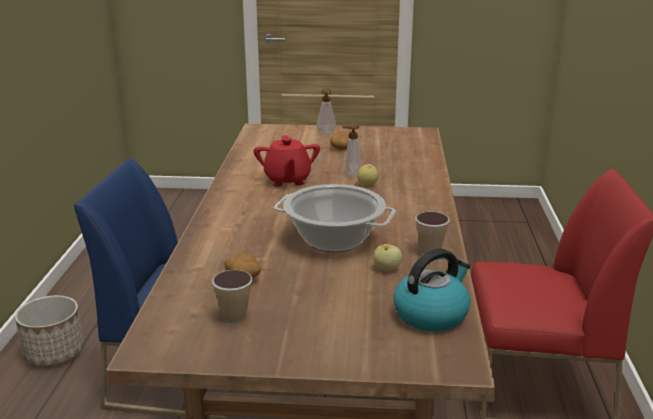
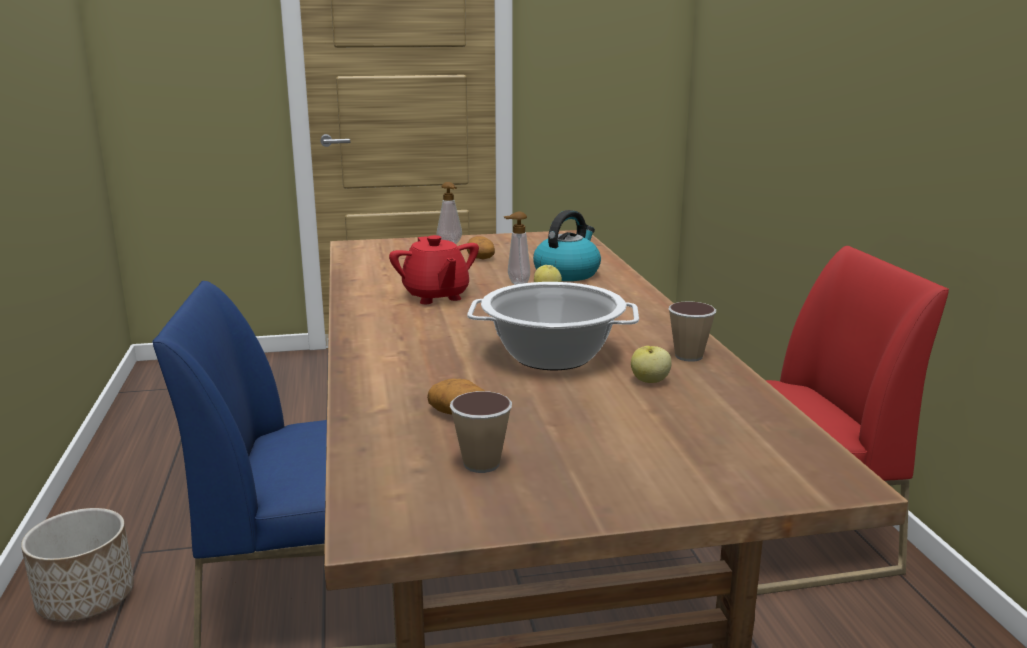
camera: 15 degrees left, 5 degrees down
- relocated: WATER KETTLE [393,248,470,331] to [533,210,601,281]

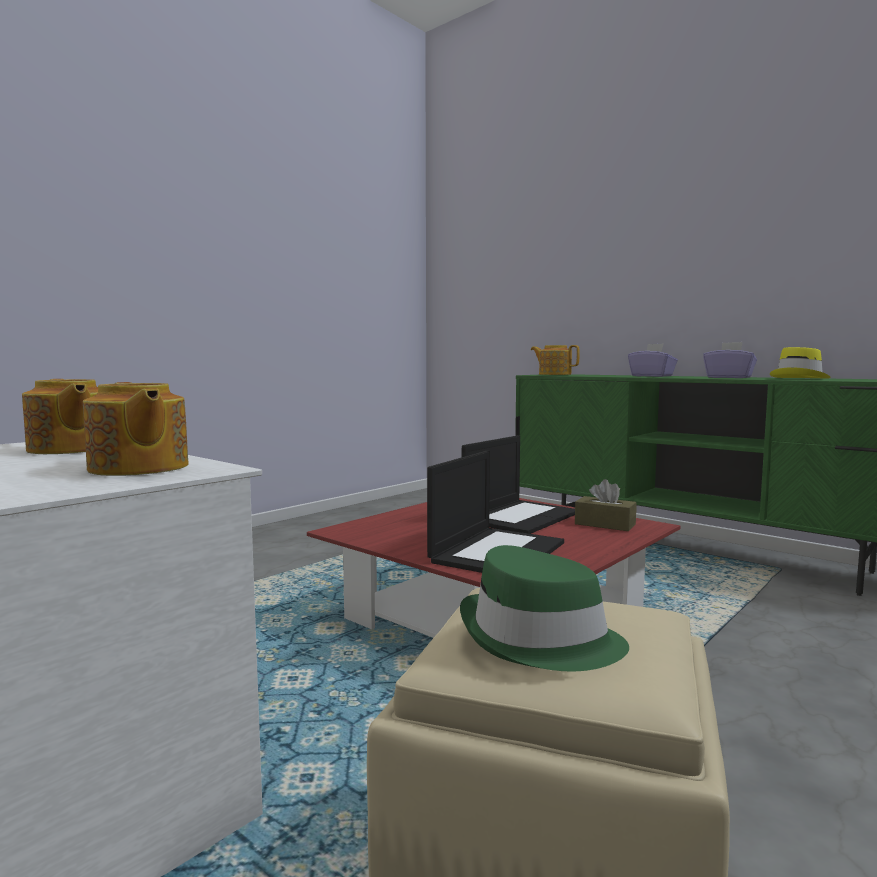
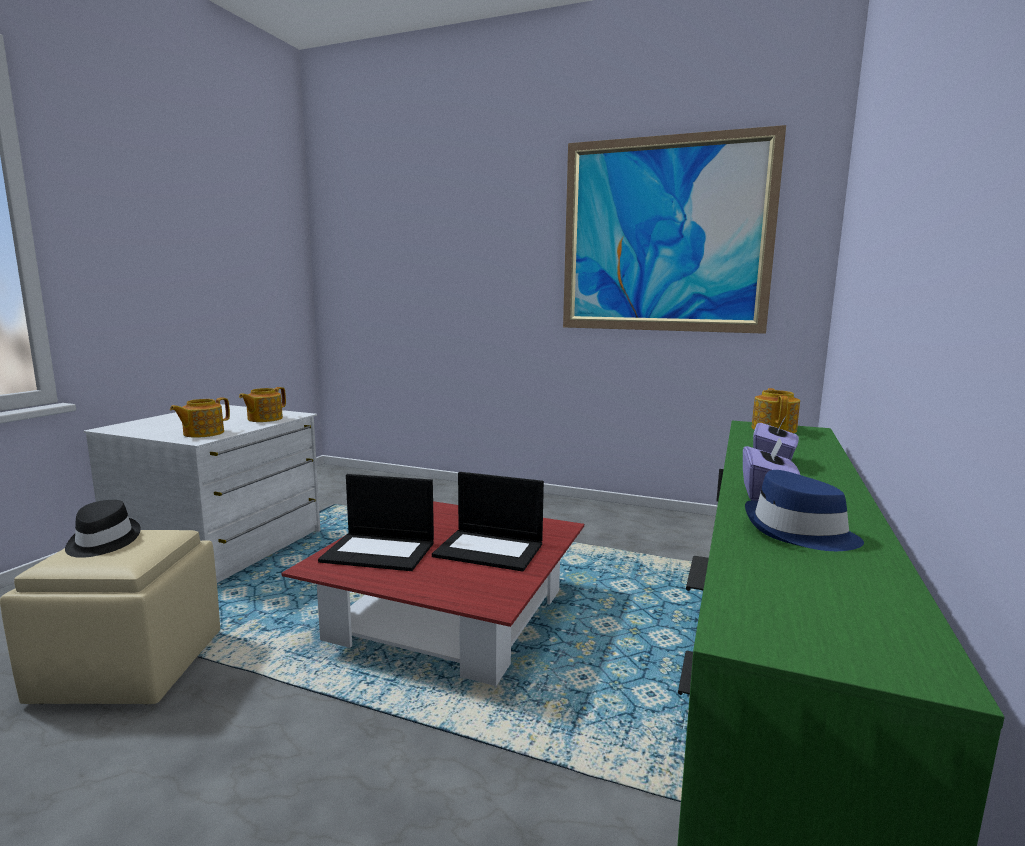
camera: 70 degrees right, 5 degrees up
- colour: GREEN-COLOURED CLOTHING HAT [460,545,629,671] to BLACKISH CLOTHING HAT [65,500,141,558]
- appeared: WALL ART [563,125,786,334]
- colour: YELLOW-COLOURED CLOTHING HAT [770,347,831,379] to BLUE CLOTHING HAT [745,470,864,551]
- missing: BROWNISH TISSUE HOLDER [575,479,637,531]

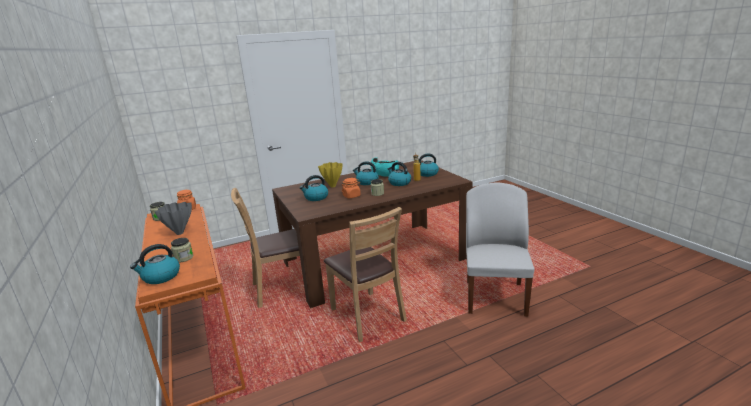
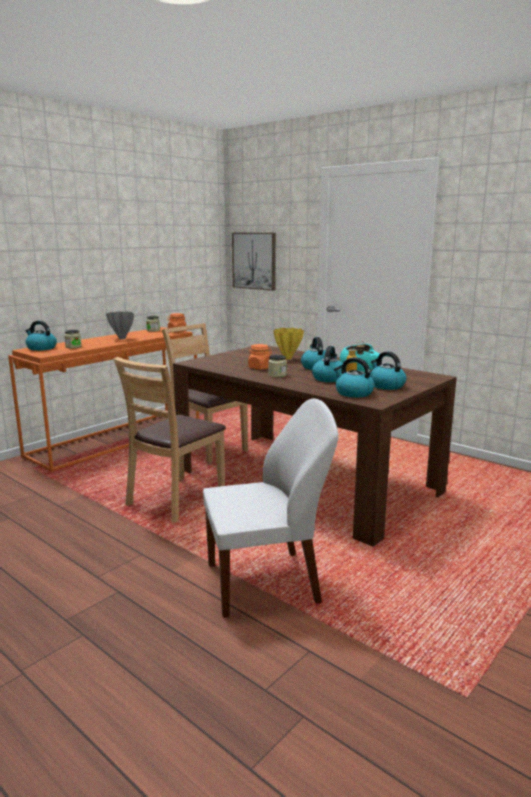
camera: 65 degrees right, 5 degrees down
- appeared: WALL ART [232,233,276,291]
- relocated: WATER KETTLE [300,175,328,201] to [334,357,375,398]

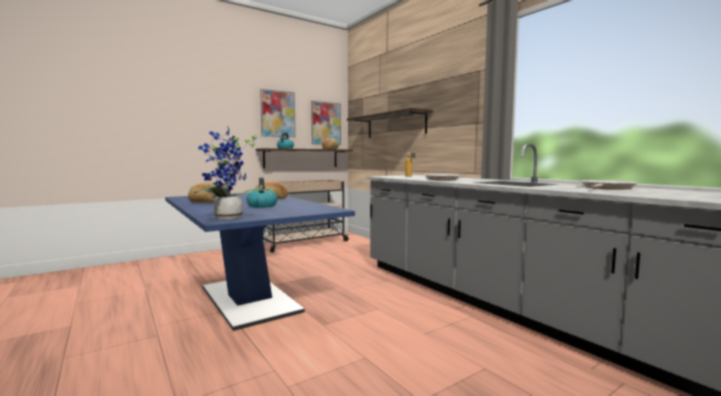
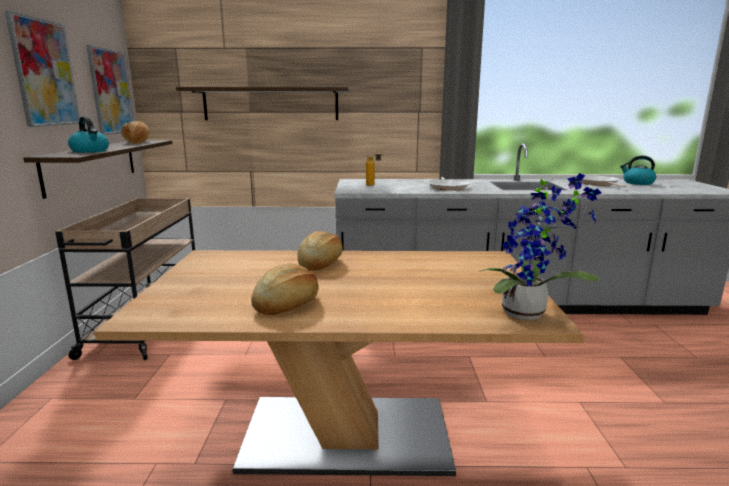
camera: 55 degrees left, 10 degrees up
- colour: BLUE DINING TABLE [165,193,355,331] to BROWNISH DINING TABLE [95,250,585,476]
- relocated: WATER KETTLE [246,177,278,208] to [620,156,656,185]

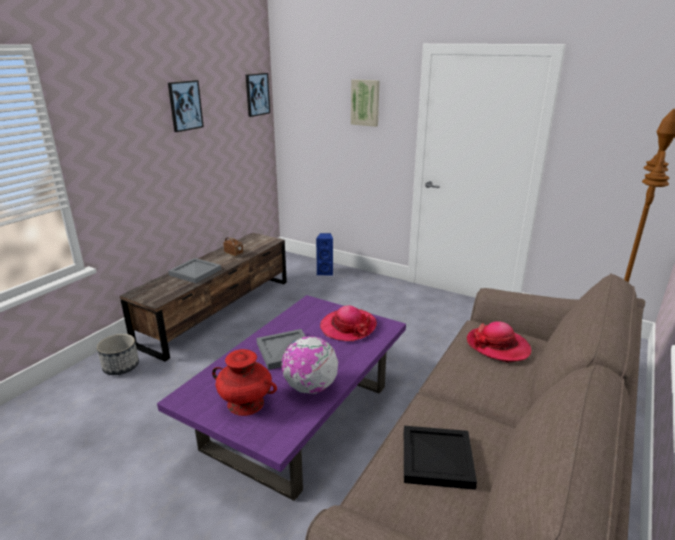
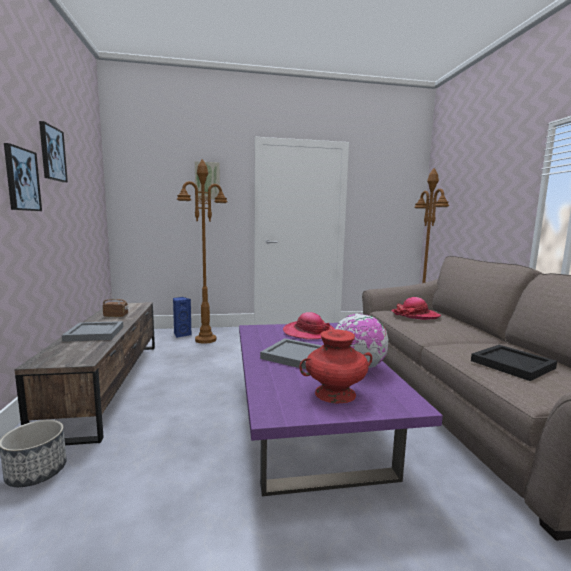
camera: 40 degrees left, 15 degrees down
- relocated: WALL ART [246,73,270,117] to [4,143,42,211]
- appeared: BROWNISH FLOOR LAMP [177,159,228,344]

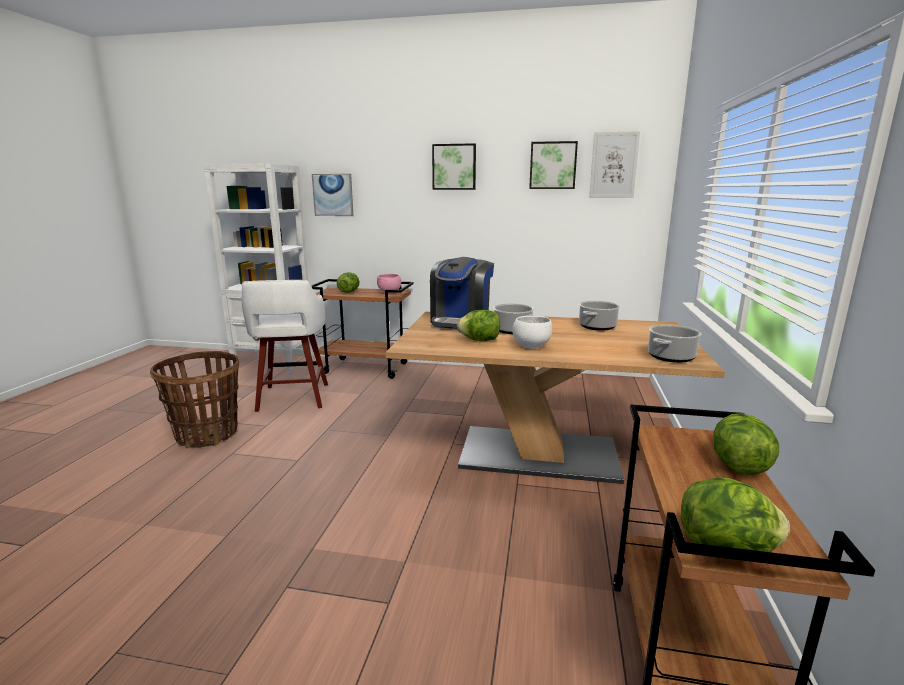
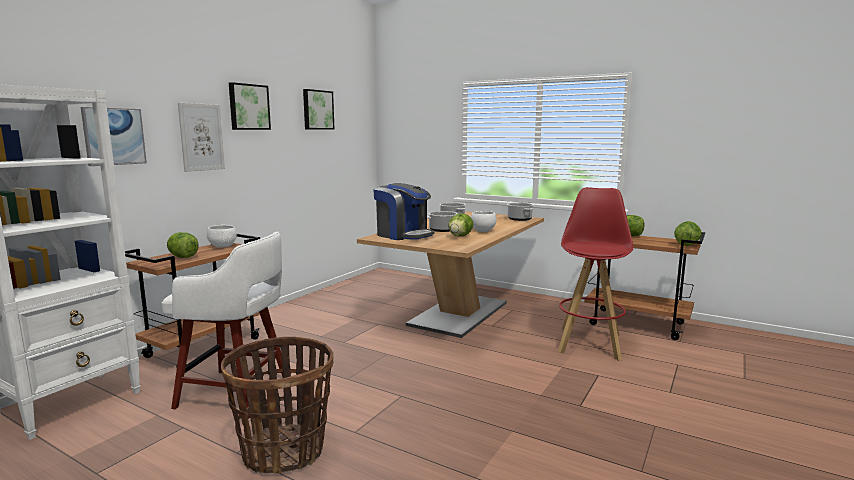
camera: 70 degrees left, 5 degrees down
- relocated: WALL ART [589,131,640,198] to [178,103,225,172]
- colour: PINKISH BOWL [377,274,401,294] to WHITE BOWL [207,225,237,247]
- appeared: REDDISH STOOL SEAT [557,187,633,361]

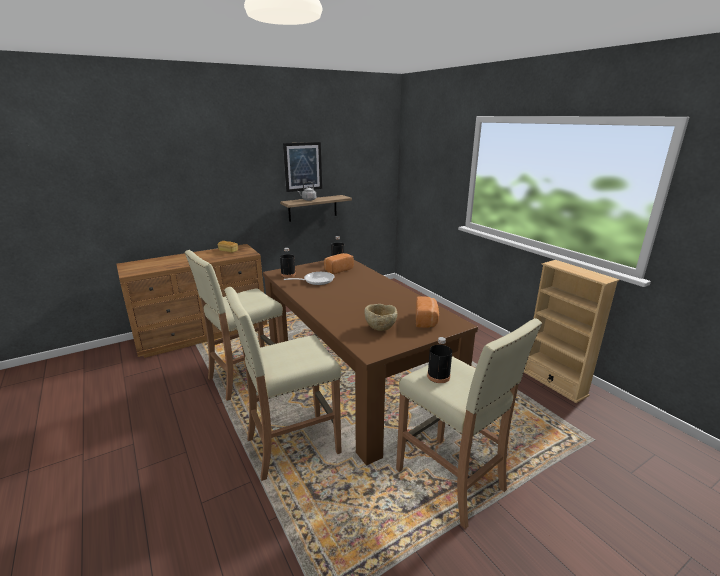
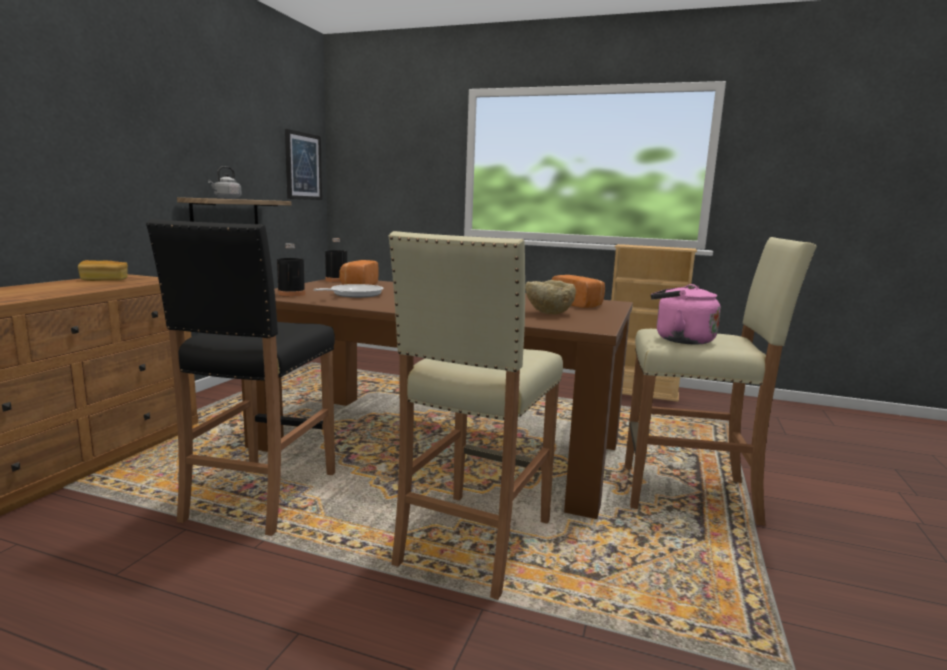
camera: 40 degrees left, 10 degrees down
- colour: BEIGE STOOL SEAT [184,250,284,401] to BLACKISH STOOL SEAT [146,219,335,536]
- relocated: WALL ART [283,142,322,192] to [285,129,322,200]
- exchanged: BLACKISH BOTTLE [427,337,452,383] to PINKISH WATER KETTLE [651,284,721,345]

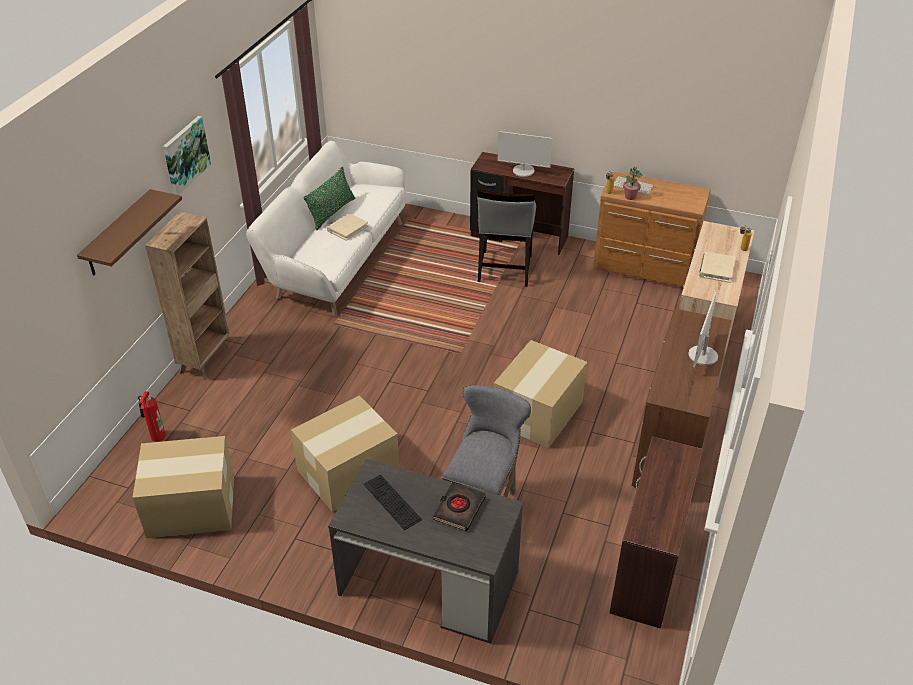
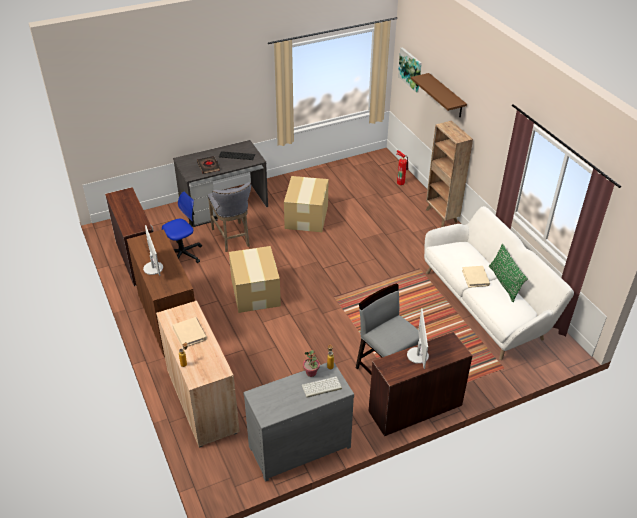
camera: 135 degrees right, 0 degrees up
- appeared: OFFICE CHAIR [162,192,202,263]
- colour: BROWNISH DRESSER [593,171,711,287] to GREYISH DRESSER [243,363,354,482]
- relocated: WALL ART [163,116,211,195] to [398,47,422,93]
- spun: MONITOR [497,131,553,177] = [407,308,429,369] 120 degrees clockwise
- missing: CARTON [132,436,234,538]

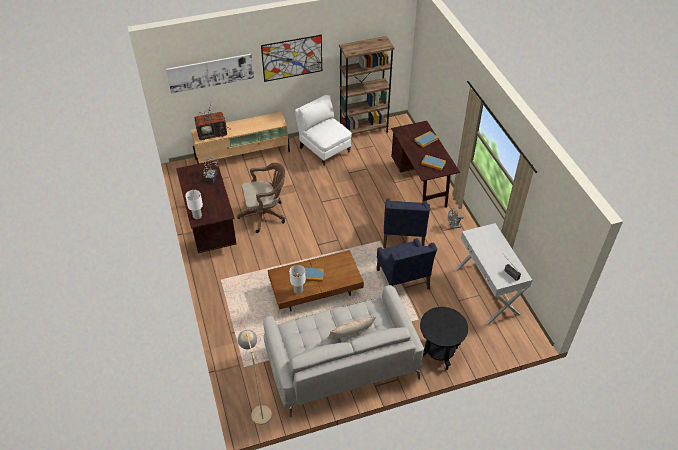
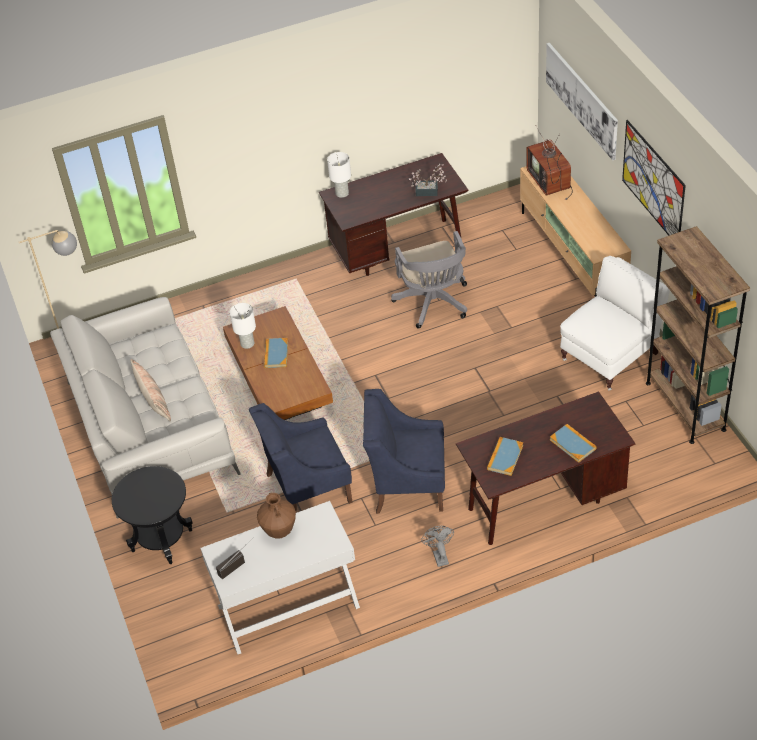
camera: 90 degrees right, 0 degrees up
- appeared: BROWNISH VASE [257,493,296,538]
- colour: BROWNISH OFFICE CHAIR [237,163,285,233] to GREYISH OFFICE CHAIR [391,231,467,329]

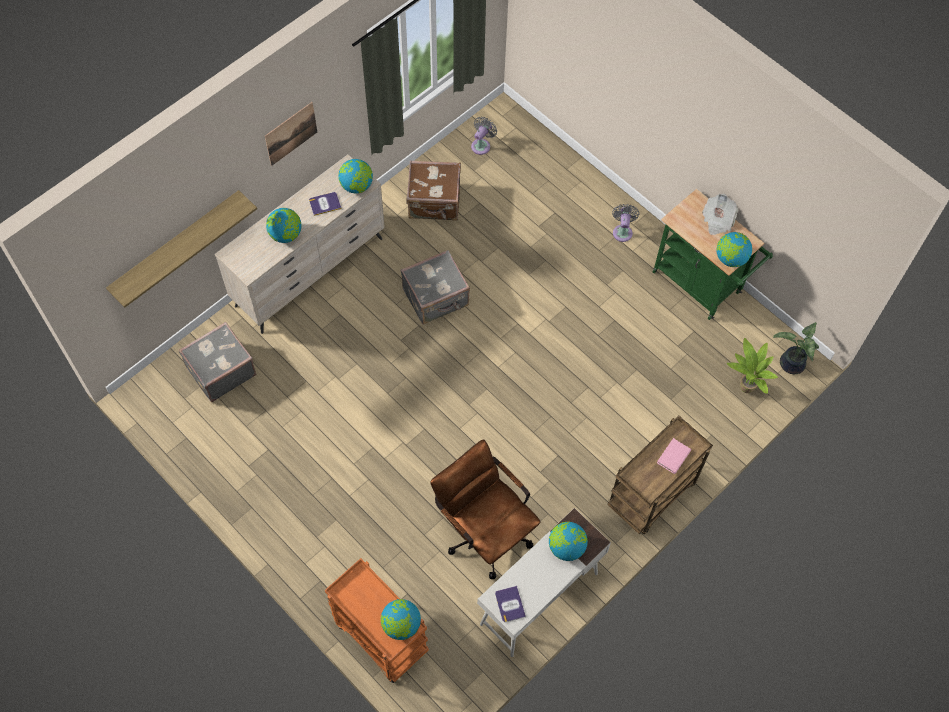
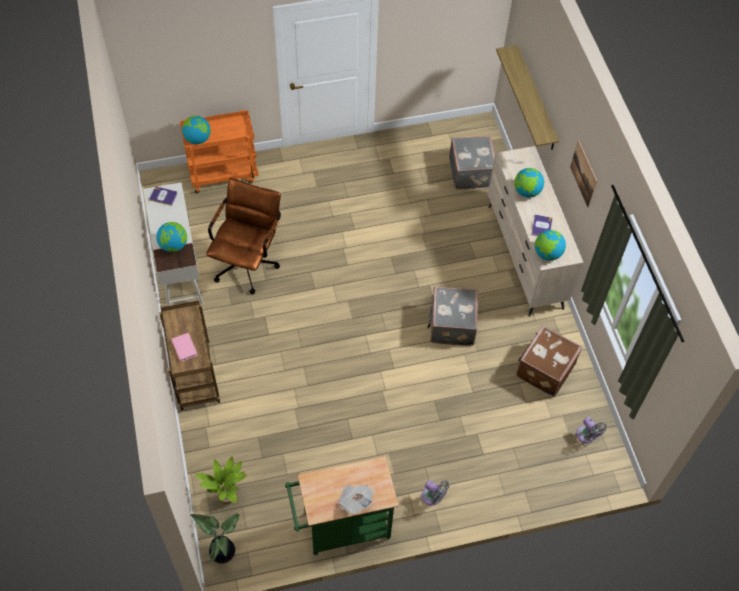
camera: 120 degrees right, 5 degrees down
- spun: BROWNISH OFFICE CHAIR [430,439,540,579] = [206,178,281,294] 60 degrees counterclockwise
- missing: GLOBE [717,232,752,267]

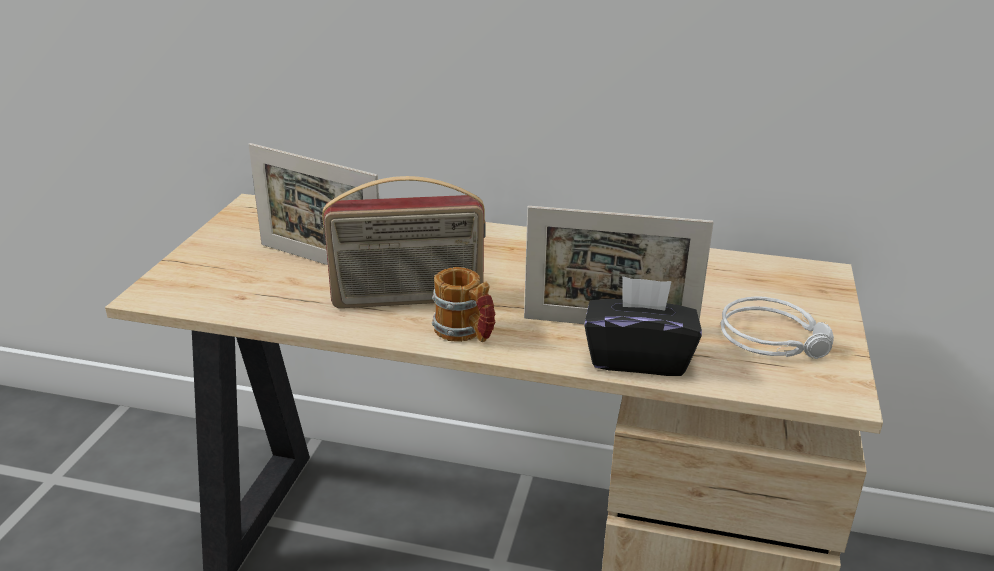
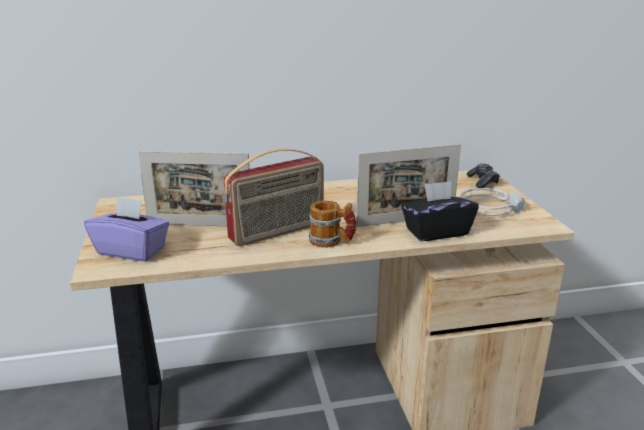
camera: 25 degrees left, 5 degrees down
- appeared: PURPLISH TISSUE HOLDER [84,196,169,262]
- appeared: JOYPAD [467,164,500,188]

